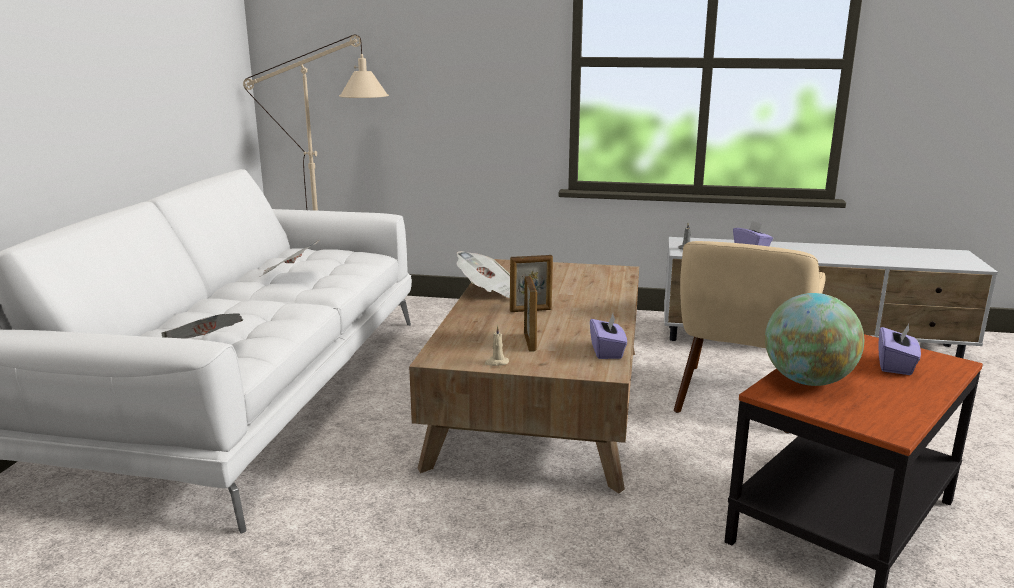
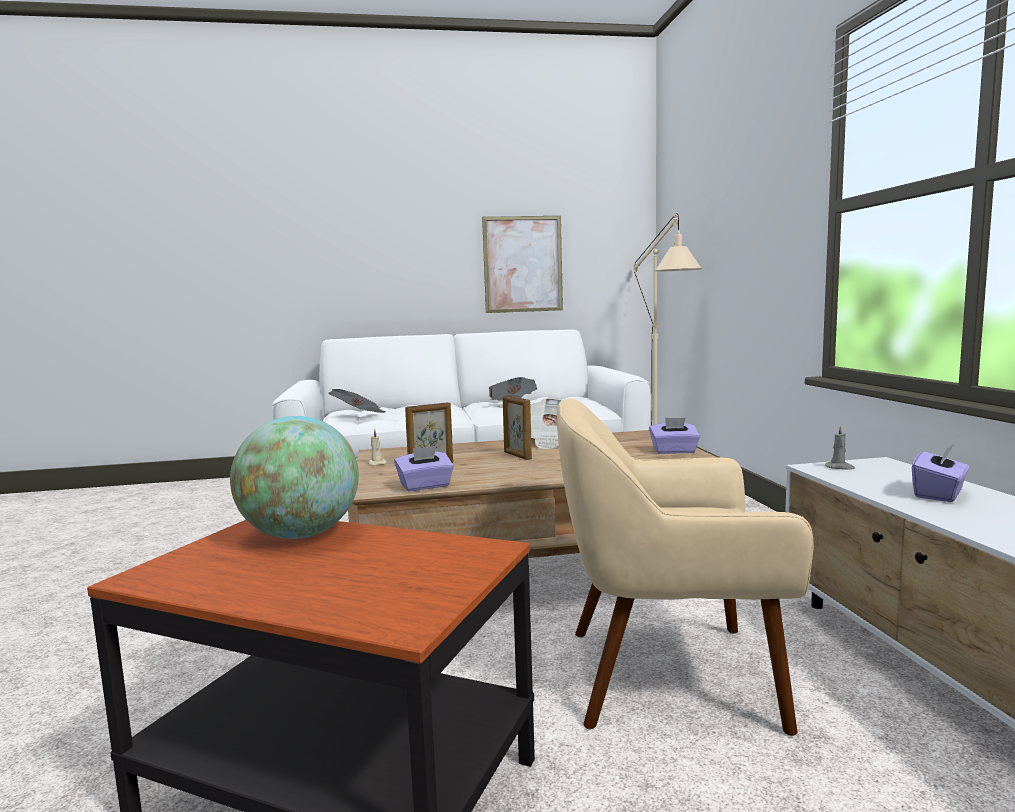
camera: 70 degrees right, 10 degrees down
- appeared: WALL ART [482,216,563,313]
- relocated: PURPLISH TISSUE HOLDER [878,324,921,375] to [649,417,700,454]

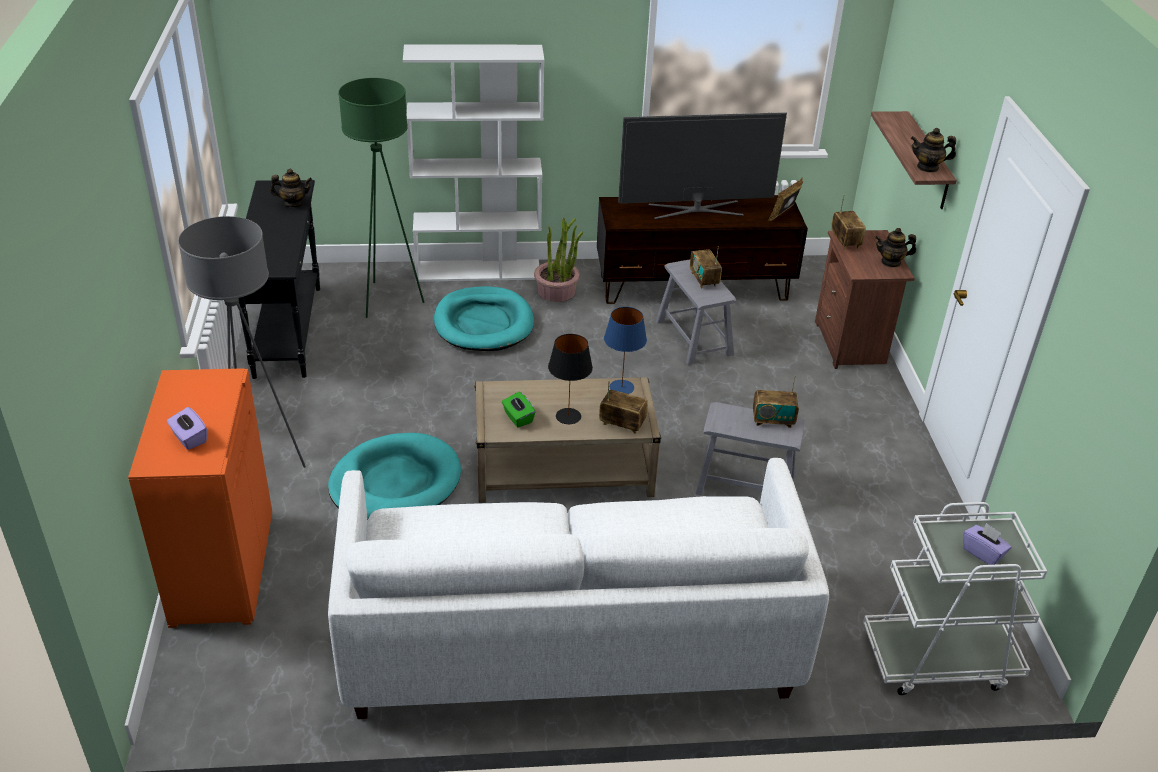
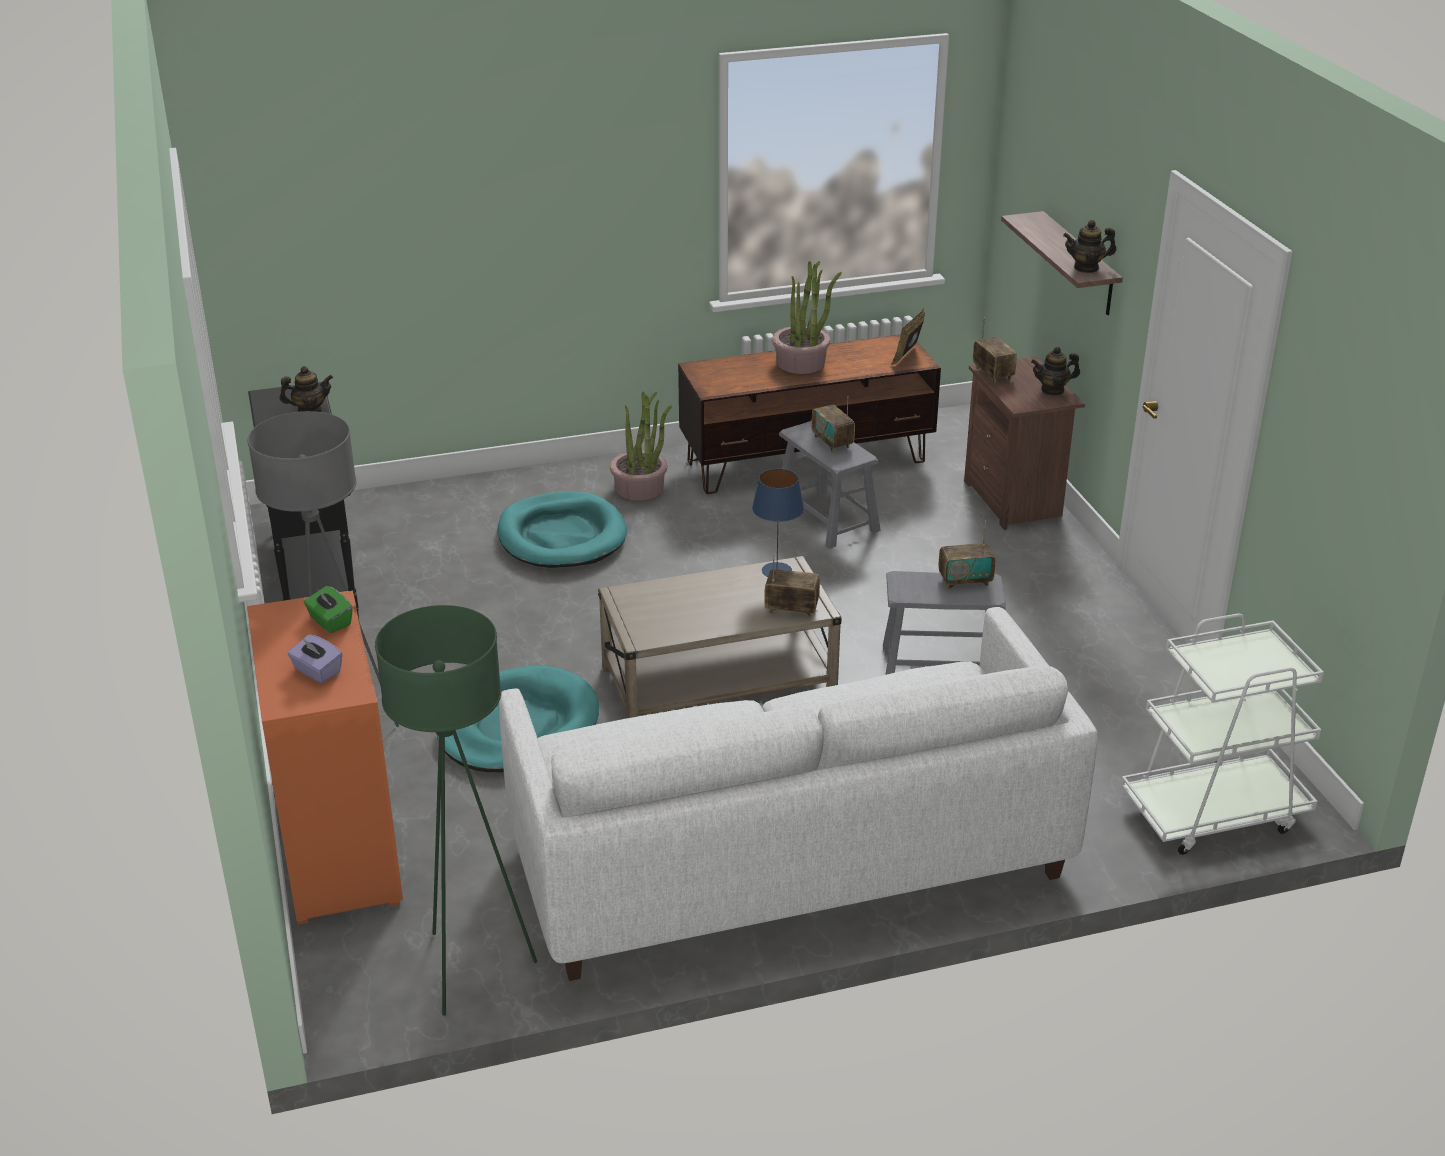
camera: 10 degrees left, 5 degrees down
- relocated: GREEN-COLOURED TISSUE HOLDER [502,392,535,427] to [304,586,353,633]
- relocated: GREEN-COLOURED FLOOR LAMP [338,78,424,318] to [375,605,537,1016]
- exchanged: TV [618,112,787,219] to POTTED PLANT [772,261,842,374]
- missing: WHITE BOOKCASE [403,45,544,282]
- missing: BLACKISH LAMP FOR A TABLE [548,334,593,424]
- missing: PURPLISH TISSUE HOLDER [963,523,1012,565]

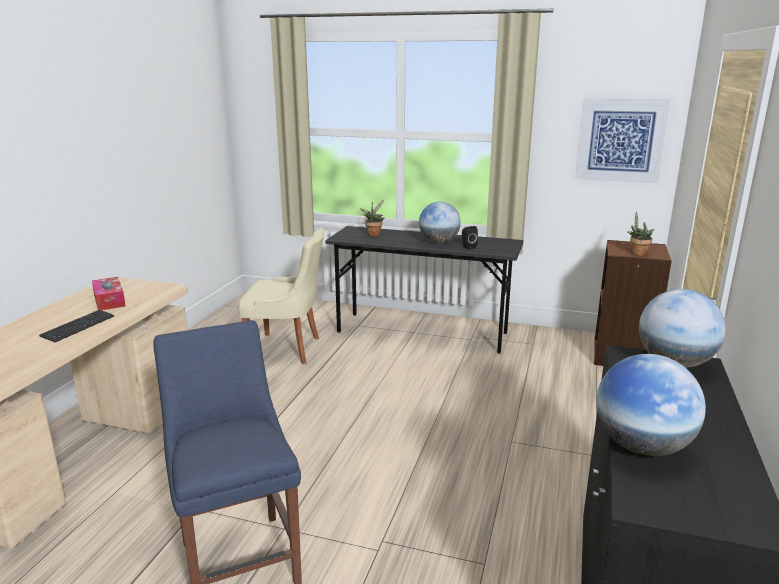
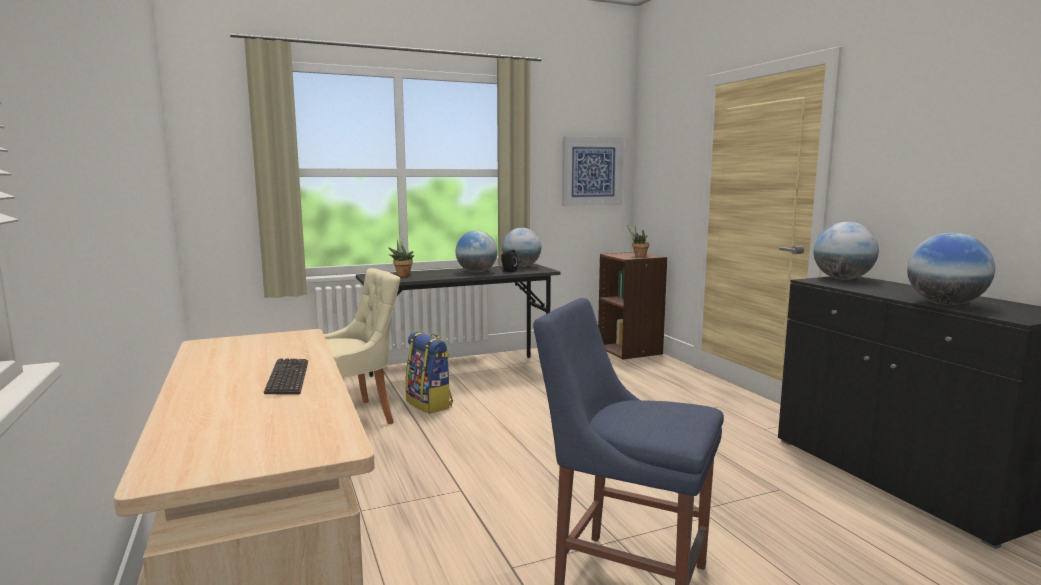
camera: 40 degrees left, 10 degrees down
- appeared: KNAPSACK [405,332,453,414]
- appeared: GLOBE [502,228,541,267]
- missing: TISSUE HOLDER [92,277,126,310]

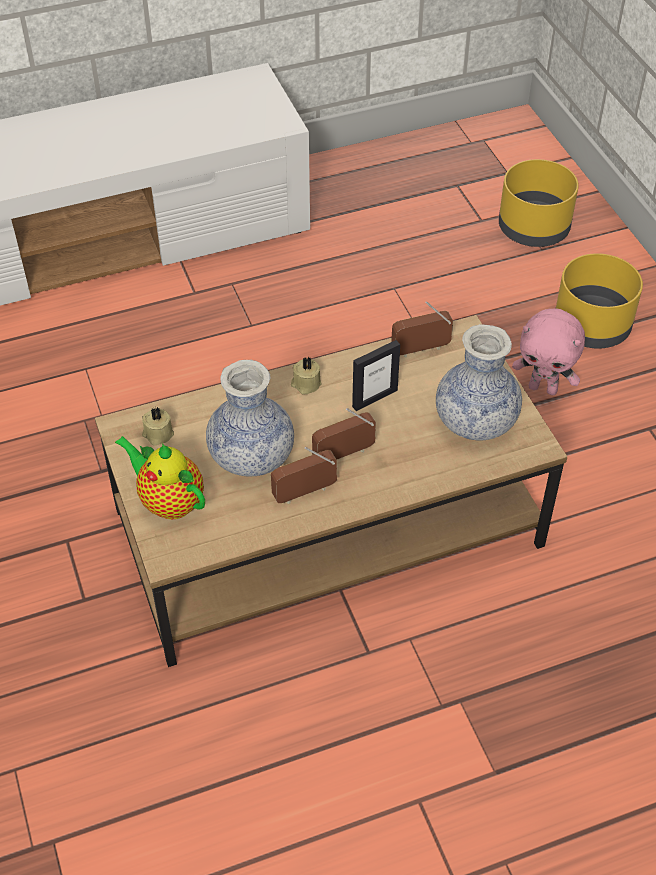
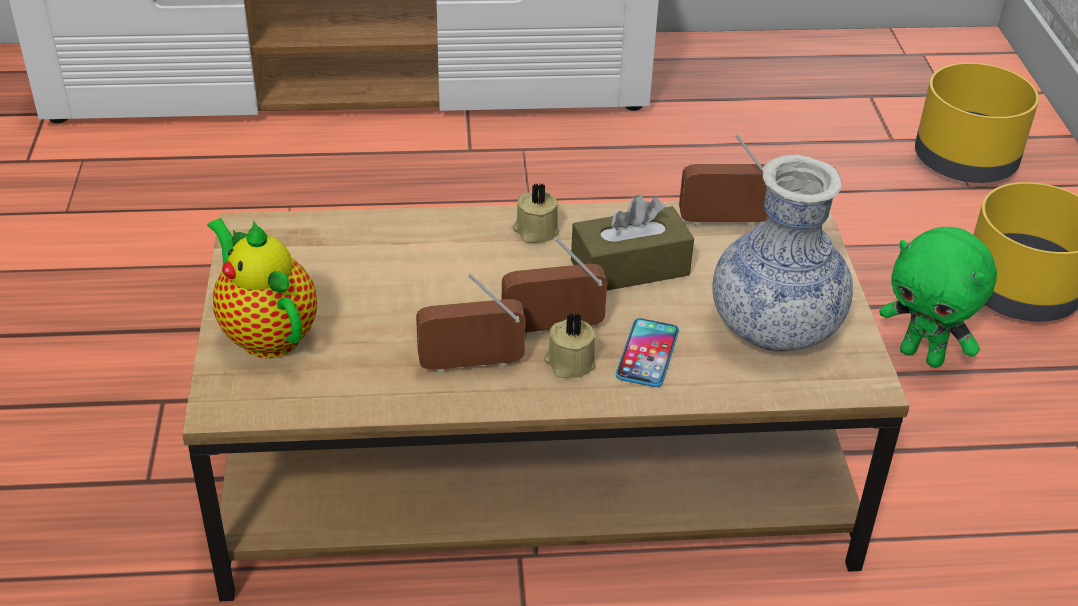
camera: 15 degrees right, 10 degrees down
- relocated: BEIGE WAX CANDLE [142,407,174,445] to [544,313,596,378]
- exchanged: STANDING FRAME [352,340,400,411] to BROWNISH TISSUE HOLDER [571,195,694,291]
- appeared: HANDSET [616,318,679,387]
- colour: PINKISH SOFT TOY [512,308,585,395] to GREEN-COLOURED SOFT TOY [879,227,997,368]
- missing: VASE [206,360,294,476]

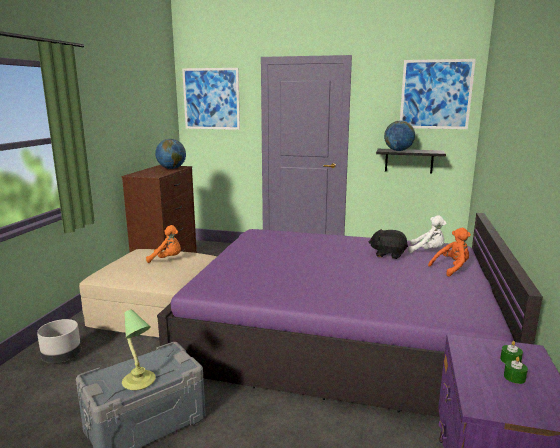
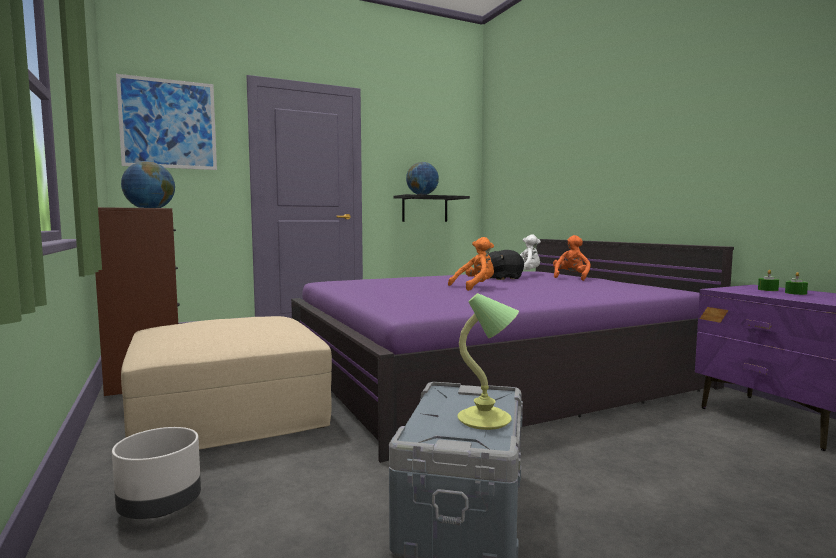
camera: 40 degrees left, 10 degrees down
- relocated: ORANGE SOFT TOY [146,225,181,263] to [448,237,494,291]
- missing: WALL ART [400,59,476,129]

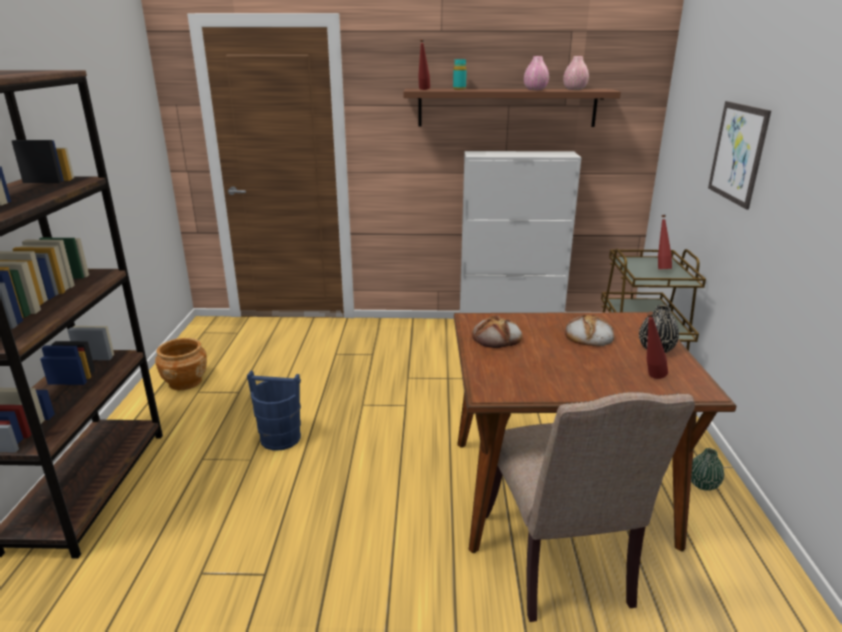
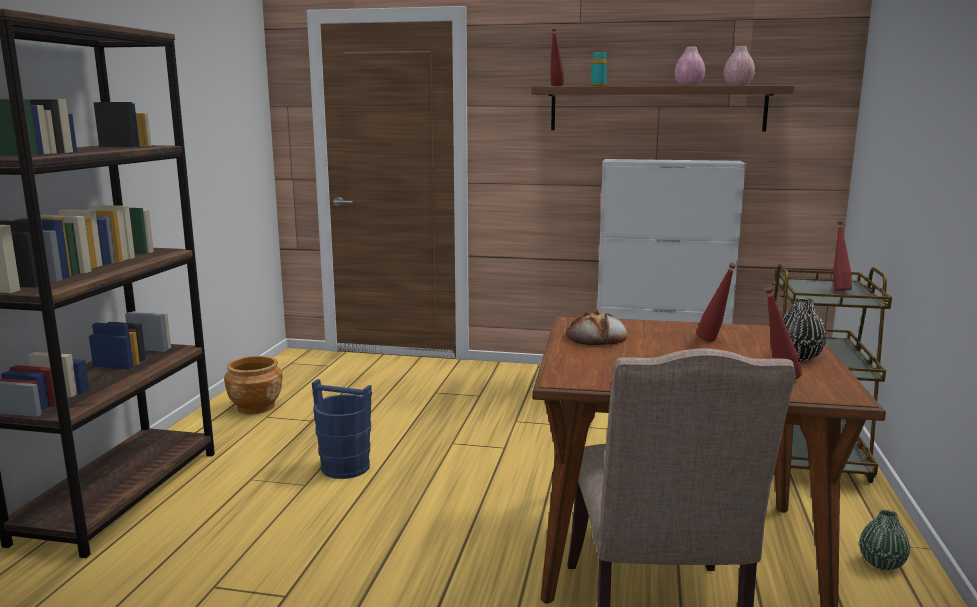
camera: 10 degrees right, 10 degrees down
- exchanged: BAKERY BREAD [565,314,614,346] to REDDISH BOTTLE [696,263,736,342]
- missing: WALL ART [708,101,771,209]

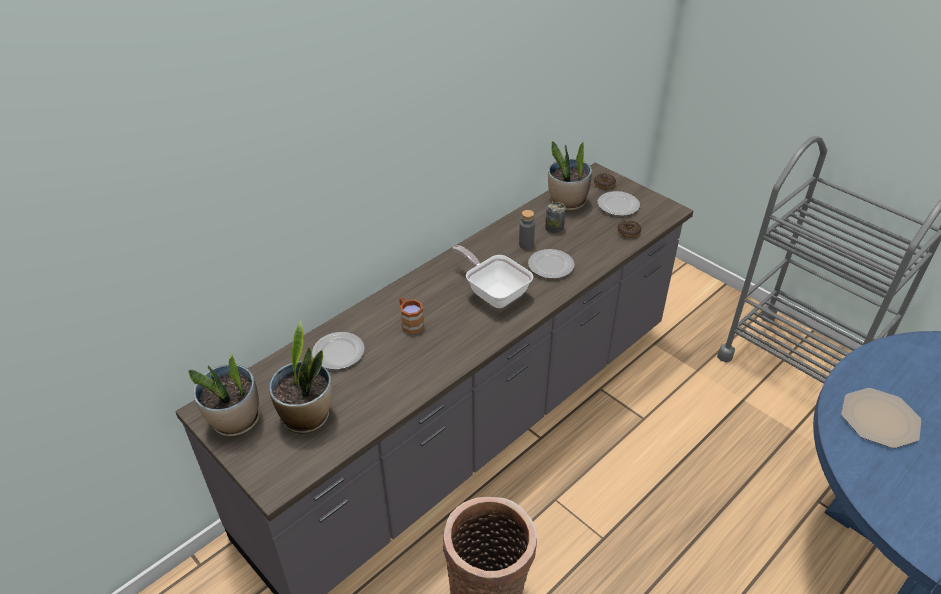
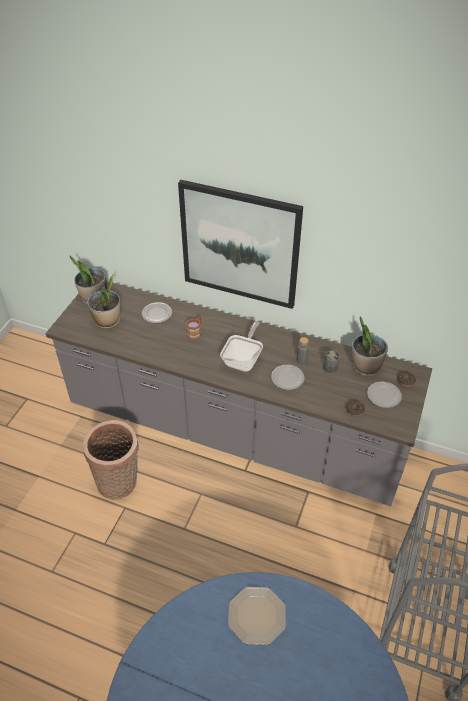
camera: 65 degrees right, 5 degrees up
- appeared: WALL ART [178,180,303,309]

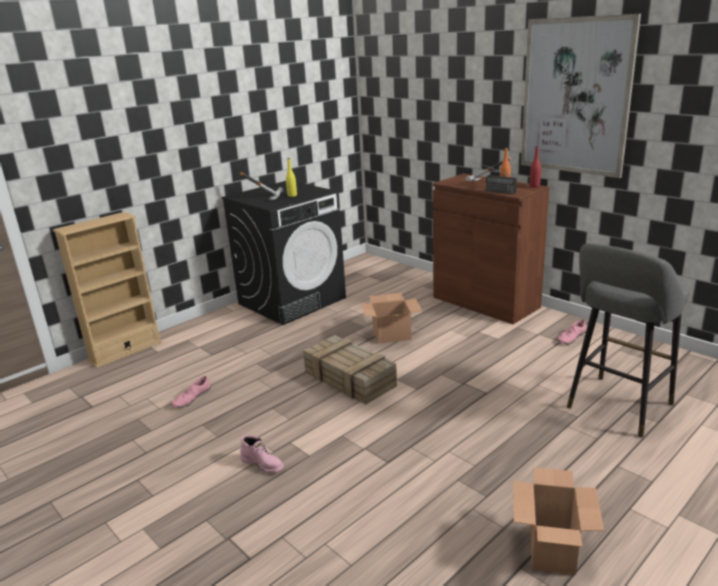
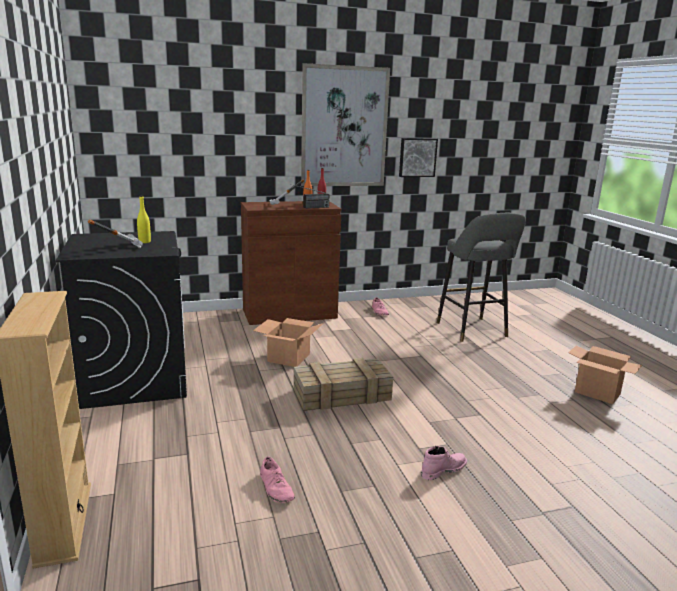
camera: 65 degrees left, 5 degrees down
- appeared: WALL ART [399,138,438,177]

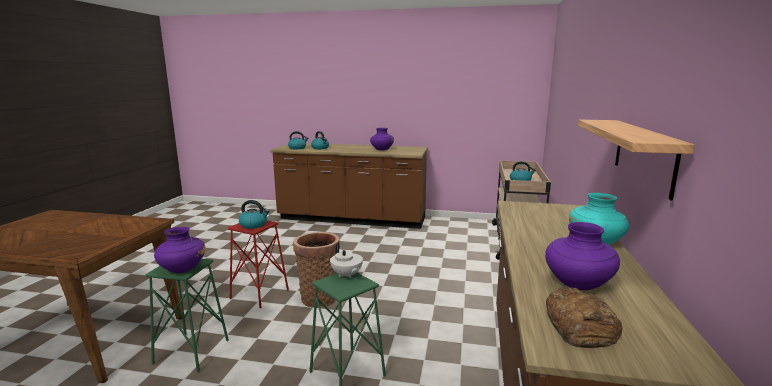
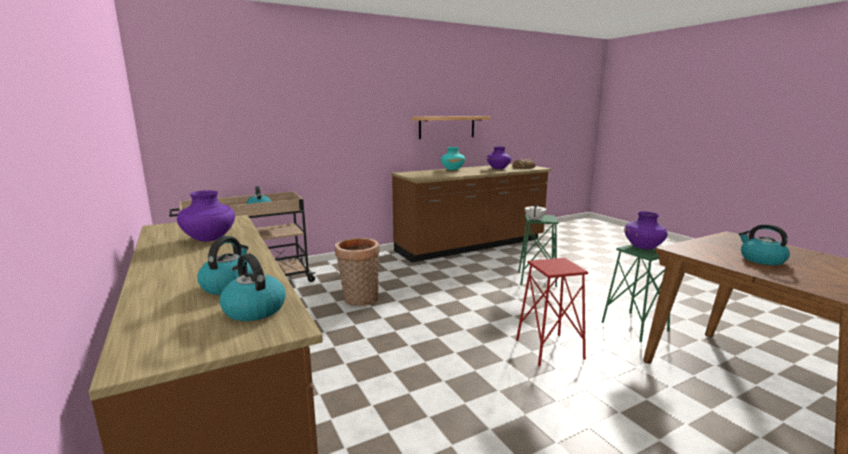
camera: 130 degrees left, 0 degrees up
- relocated: BASKET [293,232,340,308] to [335,238,380,306]
- relocated: WATER KETTLE [239,200,269,229] to [739,224,790,265]

